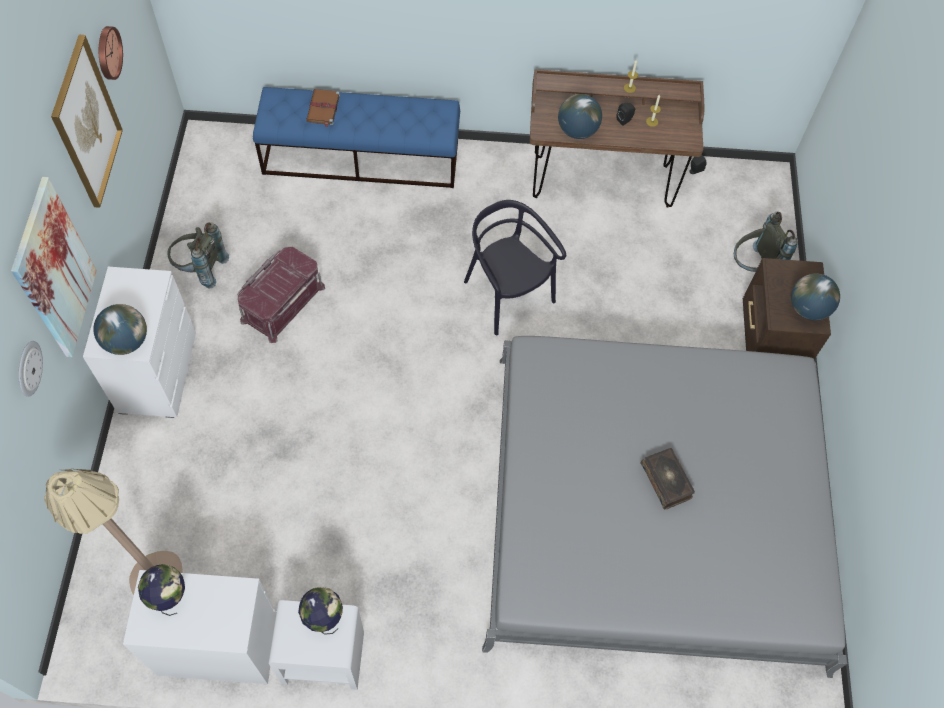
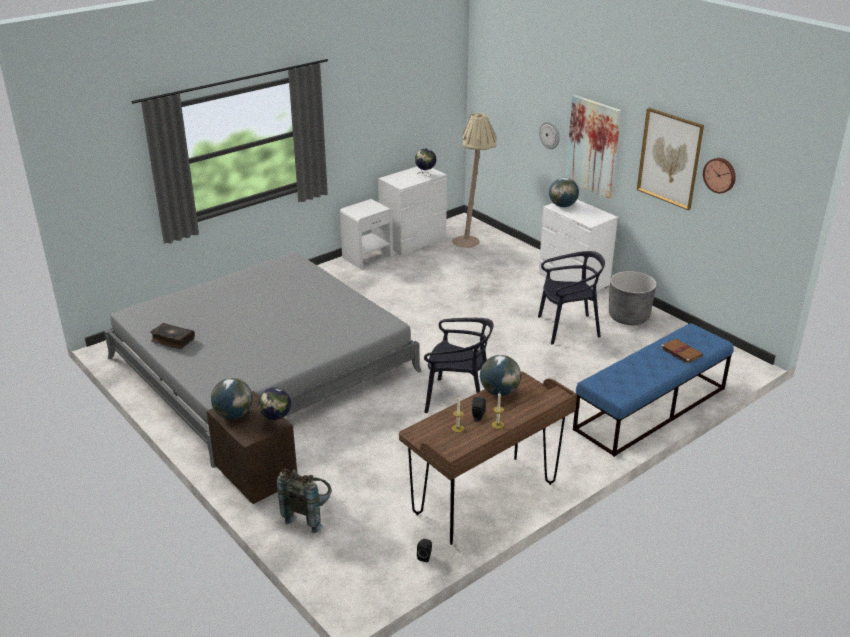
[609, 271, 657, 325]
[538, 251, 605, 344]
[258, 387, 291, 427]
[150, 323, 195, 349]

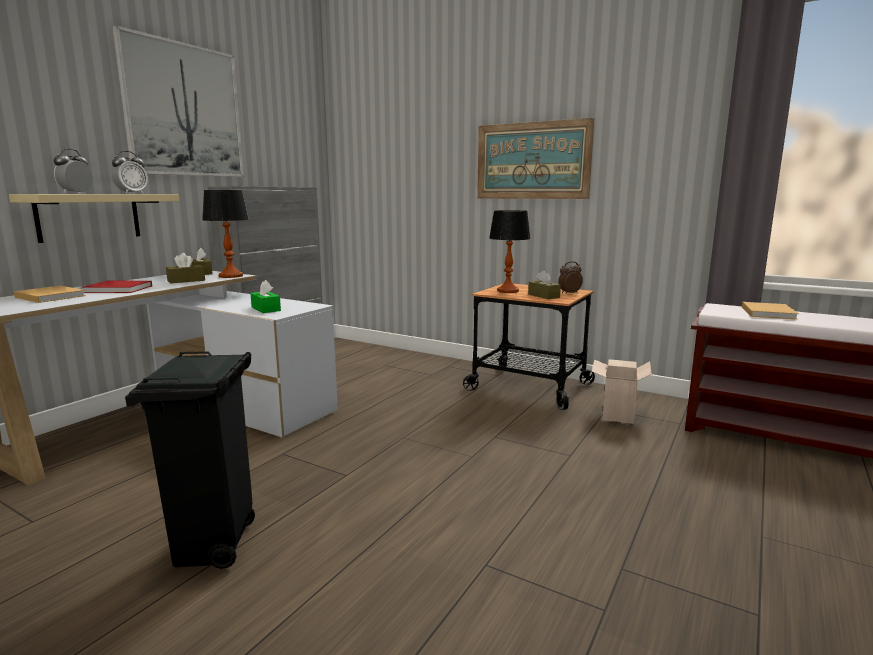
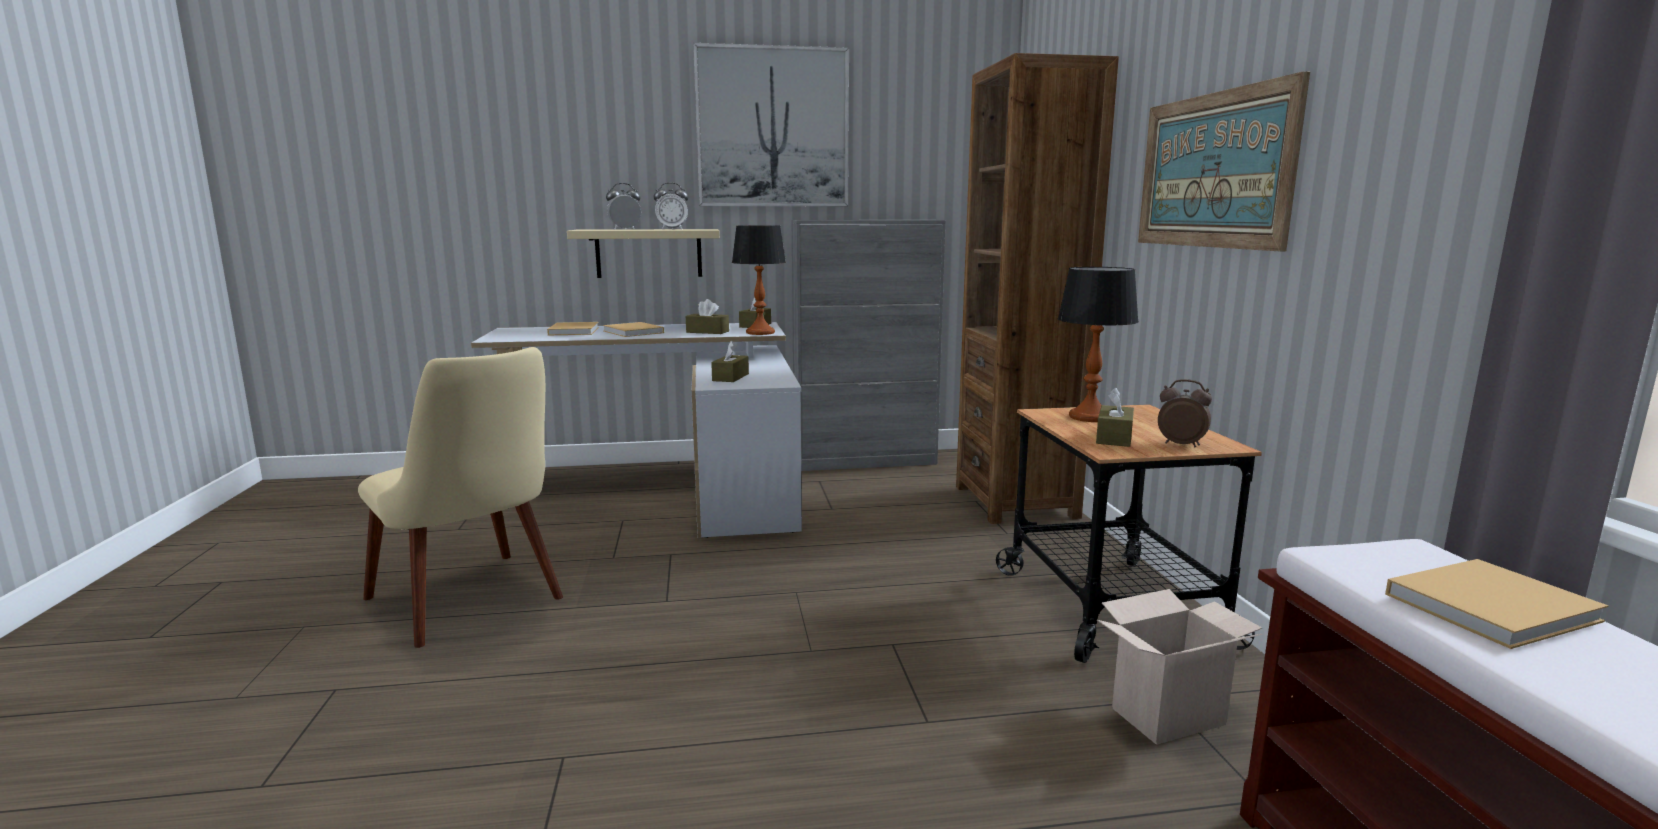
[603, 322, 664, 337]
[358, 347, 563, 648]
[711, 341, 749, 382]
[956, 53, 1119, 524]

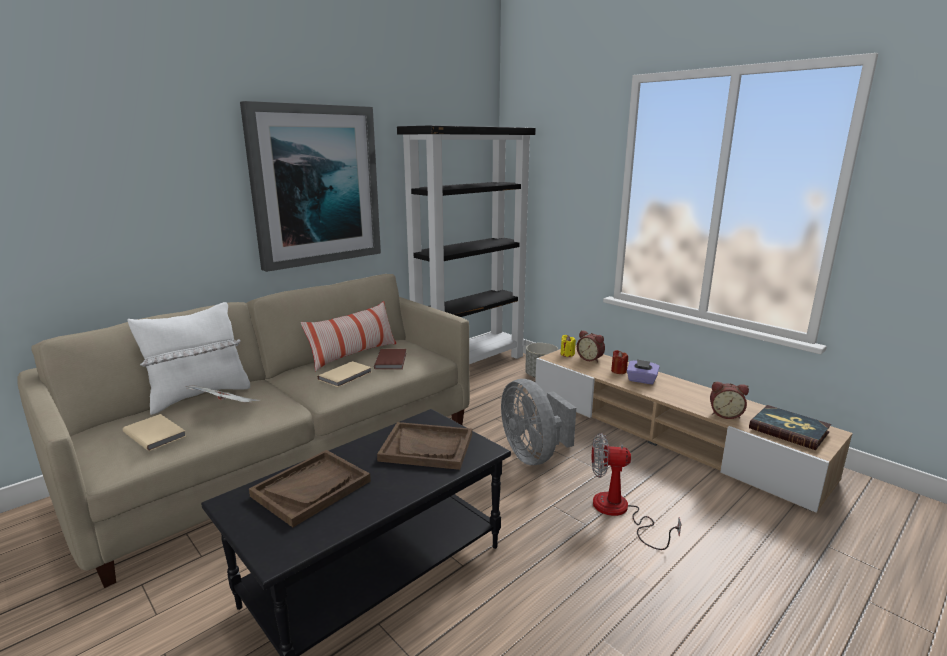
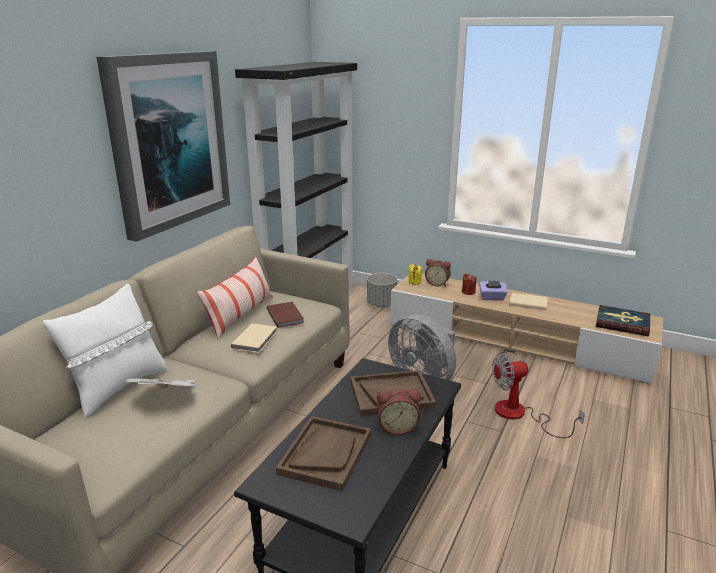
[509, 293, 548, 310]
[377, 389, 421, 435]

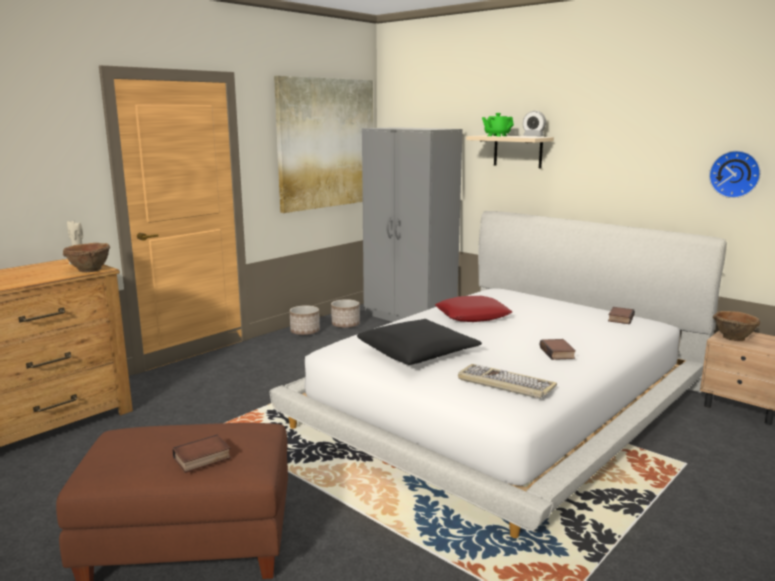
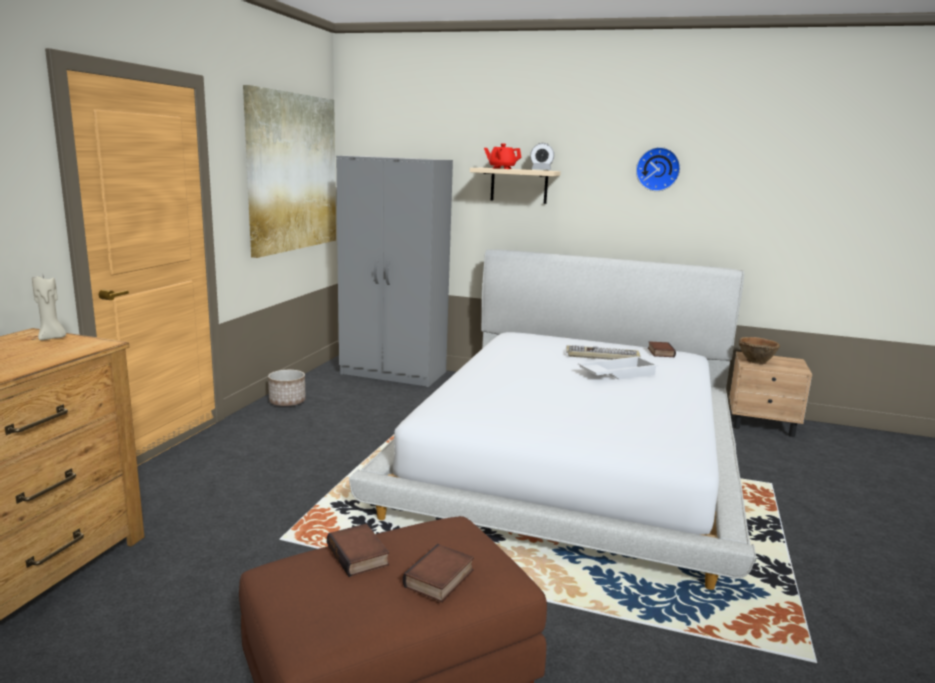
[63, 243, 110, 272] (first image)
[331, 299, 360, 328] (first image)
[357, 319, 482, 365] (first image)
[435, 296, 512, 322] (first image)
[566, 345, 641, 360]
[484, 143, 522, 169]
[327, 524, 389, 577]
[636, 147, 680, 191]
[578, 357, 658, 380]

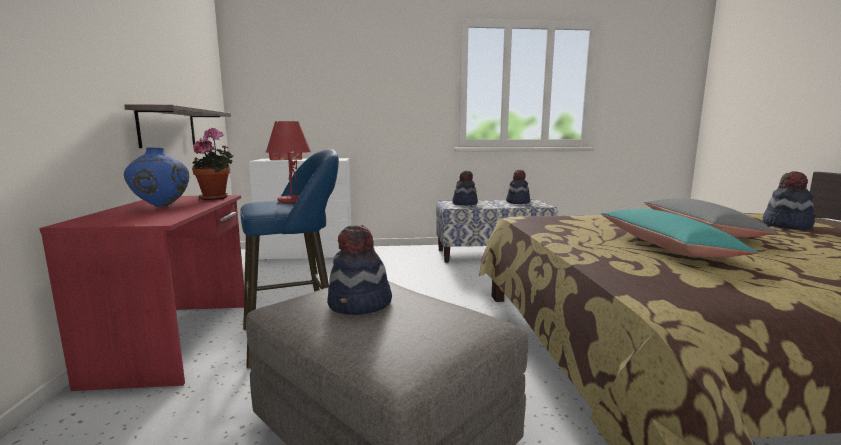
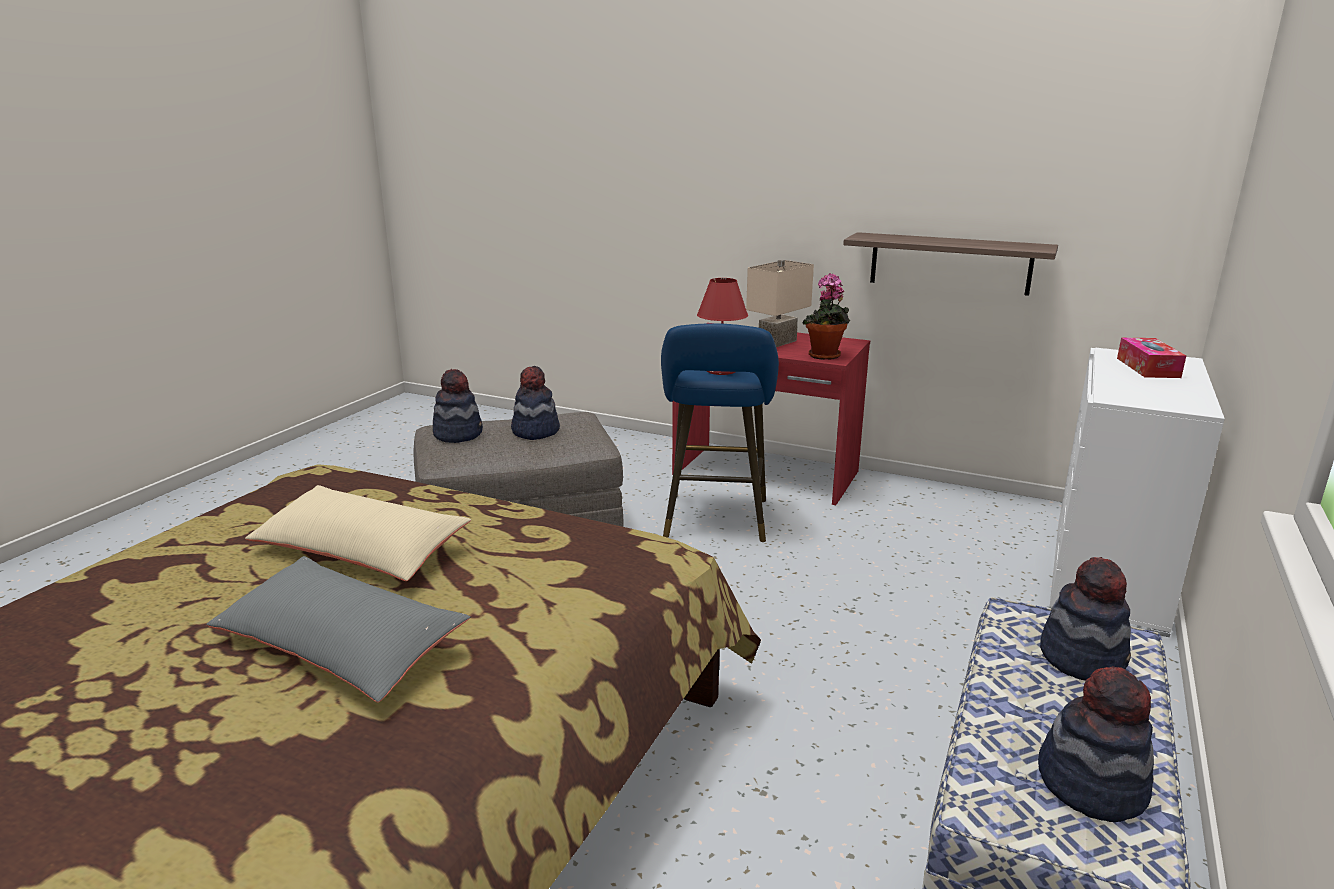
[746, 260, 814, 347]
[245, 485, 471, 581]
[433, 369, 483, 443]

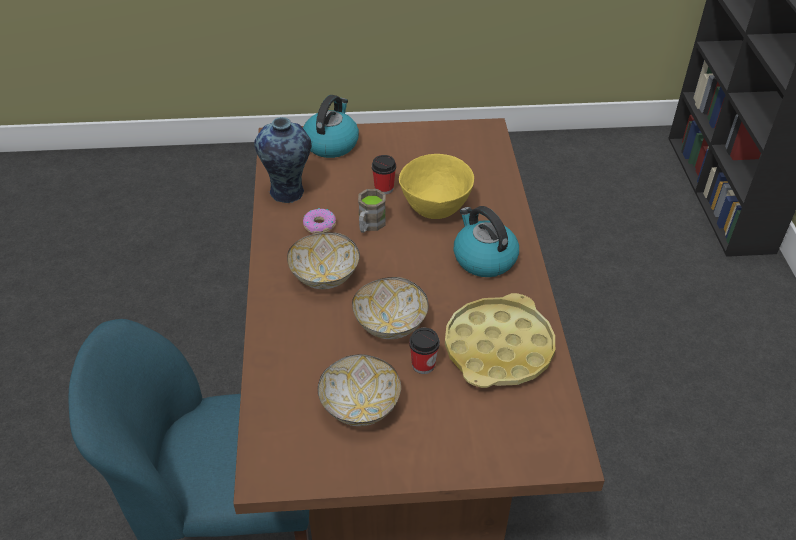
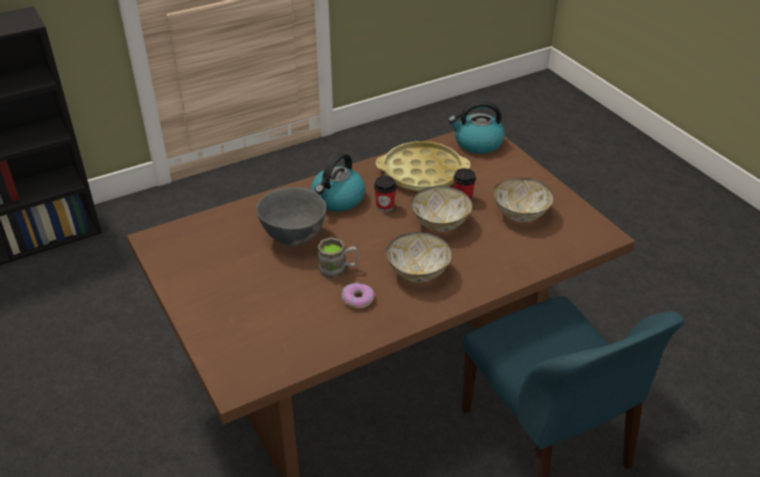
[254, 117, 312, 203] (first image)
[448, 101, 505, 154]
[374, 176, 397, 212]
[256, 187, 326, 246]

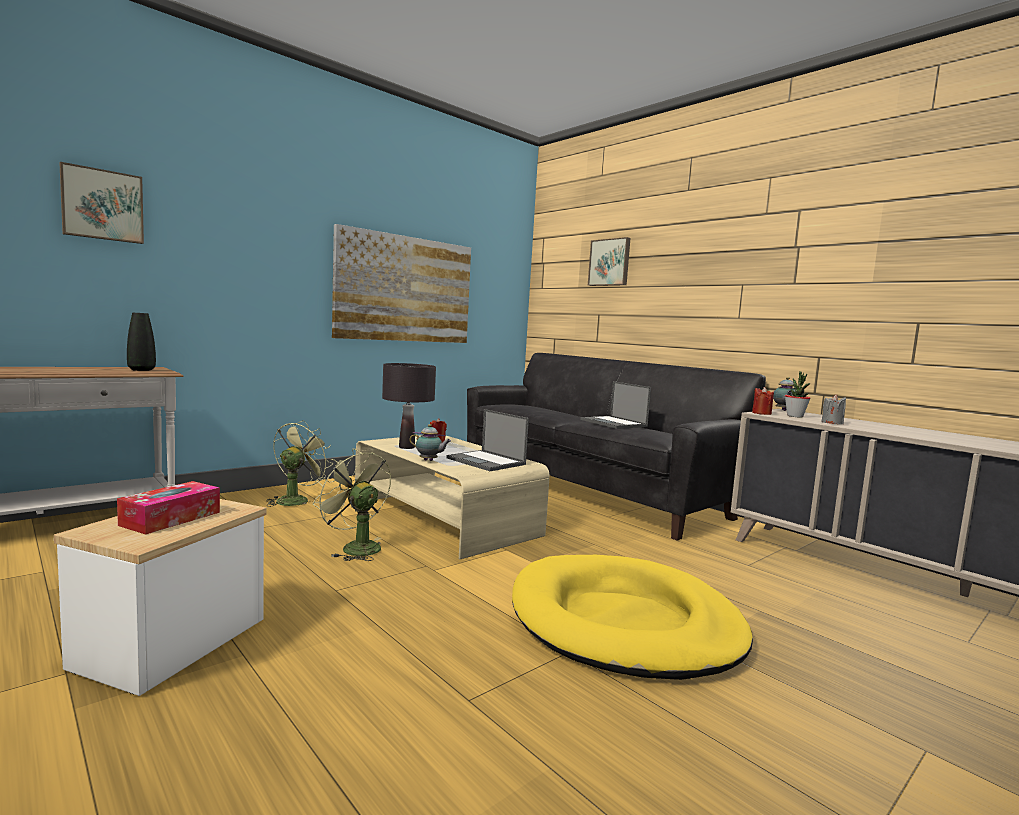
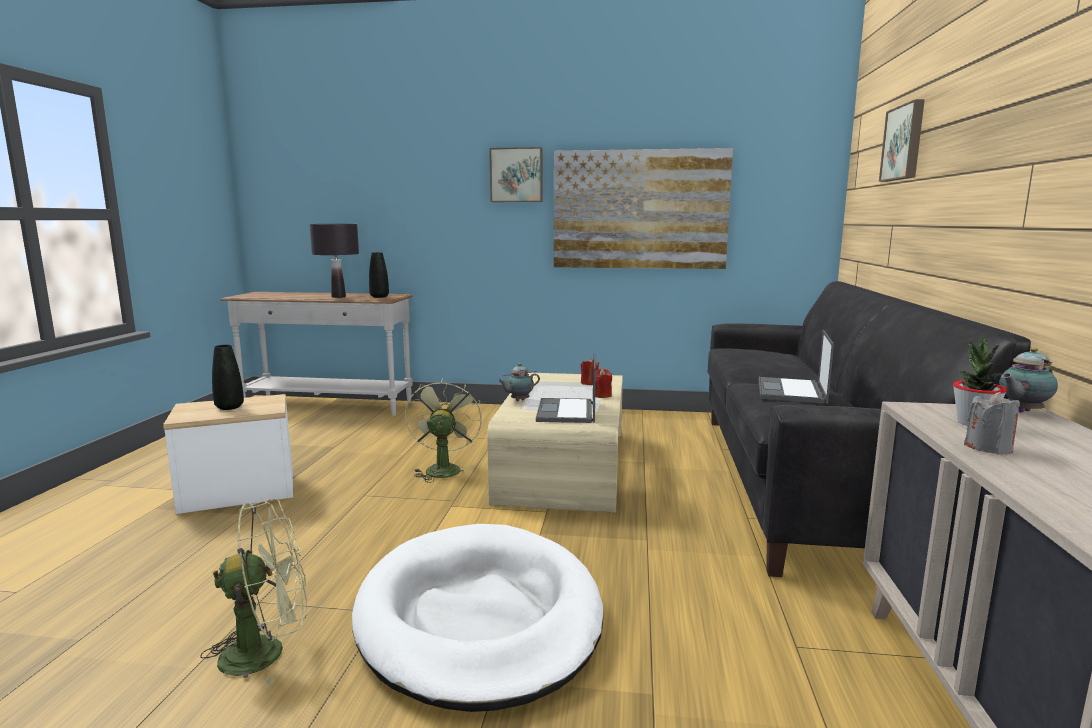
[489, 147, 543, 202]
[212, 345, 244, 410]
[200, 499, 307, 687]
[309, 224, 359, 298]
[498, 363, 540, 401]
[352, 524, 604, 712]
[595, 368, 612, 398]

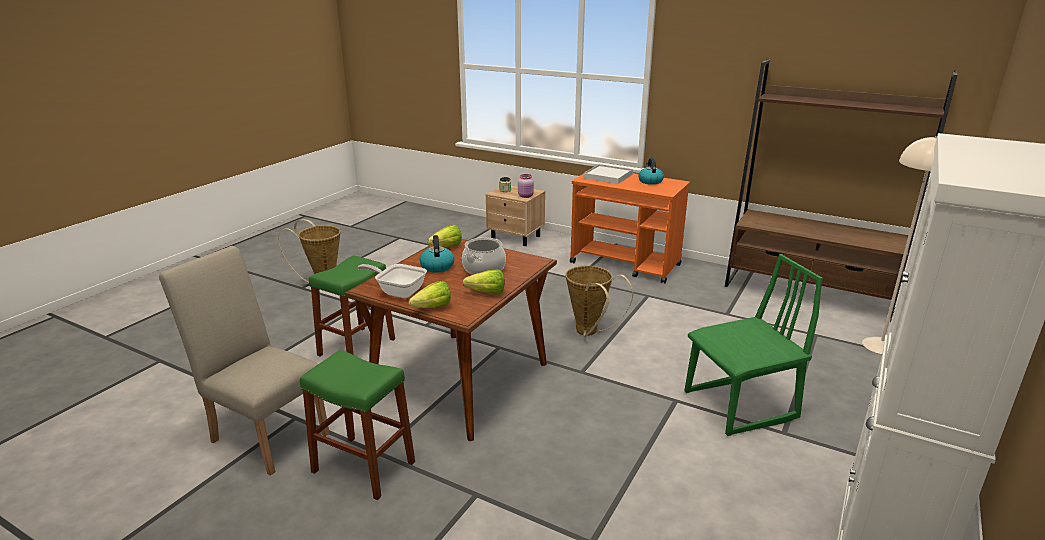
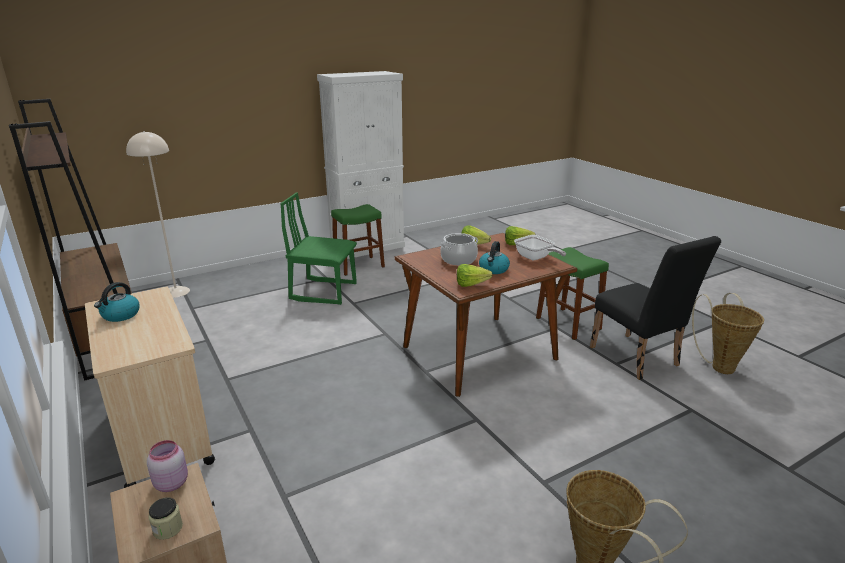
[590, 236, 721, 380]
[331, 204, 385, 276]
[692, 293, 764, 374]
[85, 286, 215, 488]
[584, 164, 633, 184] (first image)

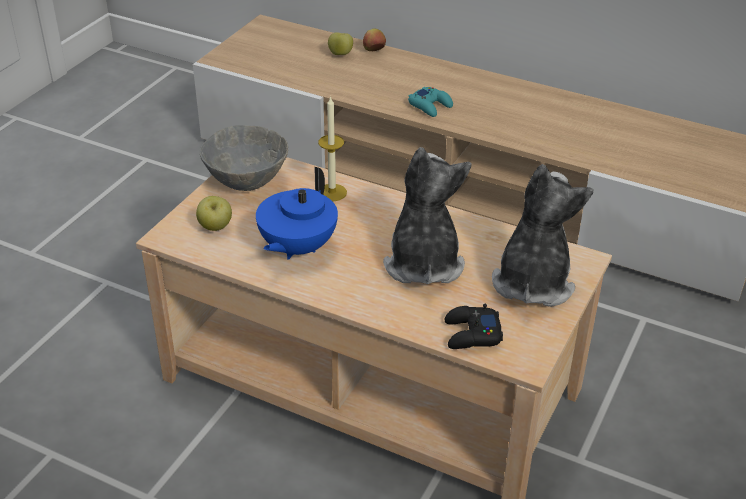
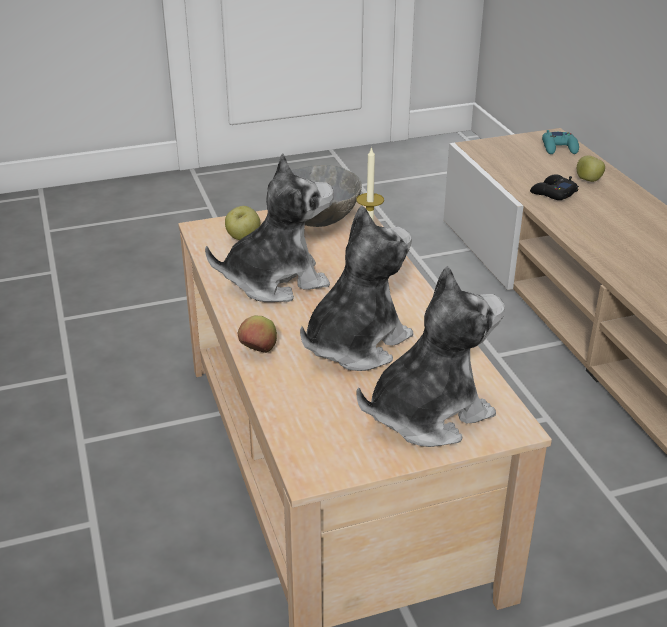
[205, 153, 334, 302]
[237, 315, 277, 353]
[542, 130, 579, 154]
[530, 174, 579, 200]

